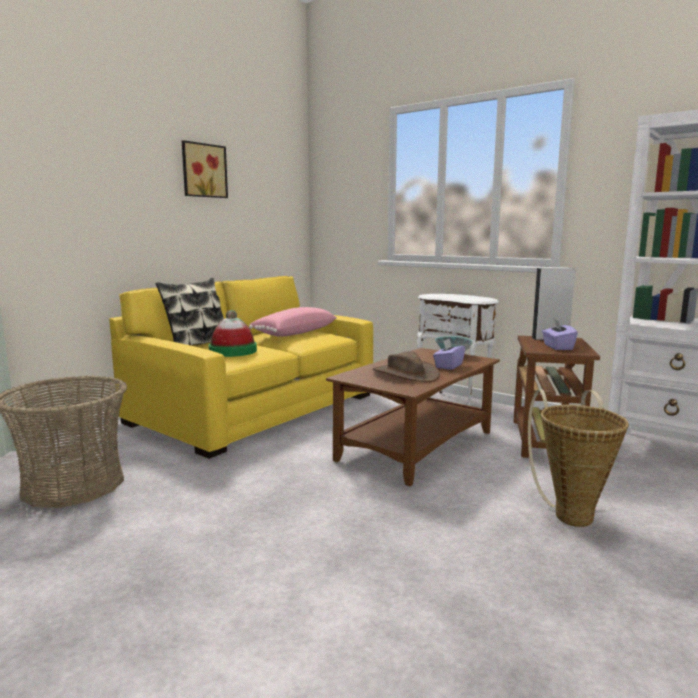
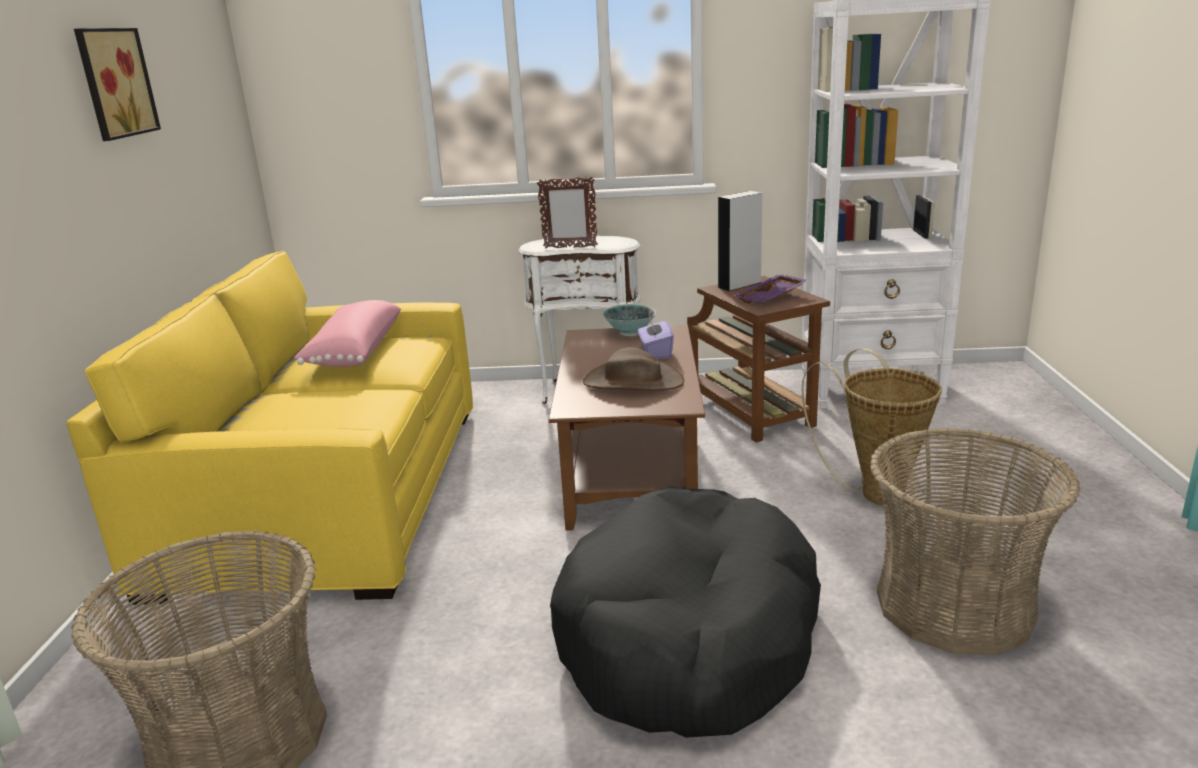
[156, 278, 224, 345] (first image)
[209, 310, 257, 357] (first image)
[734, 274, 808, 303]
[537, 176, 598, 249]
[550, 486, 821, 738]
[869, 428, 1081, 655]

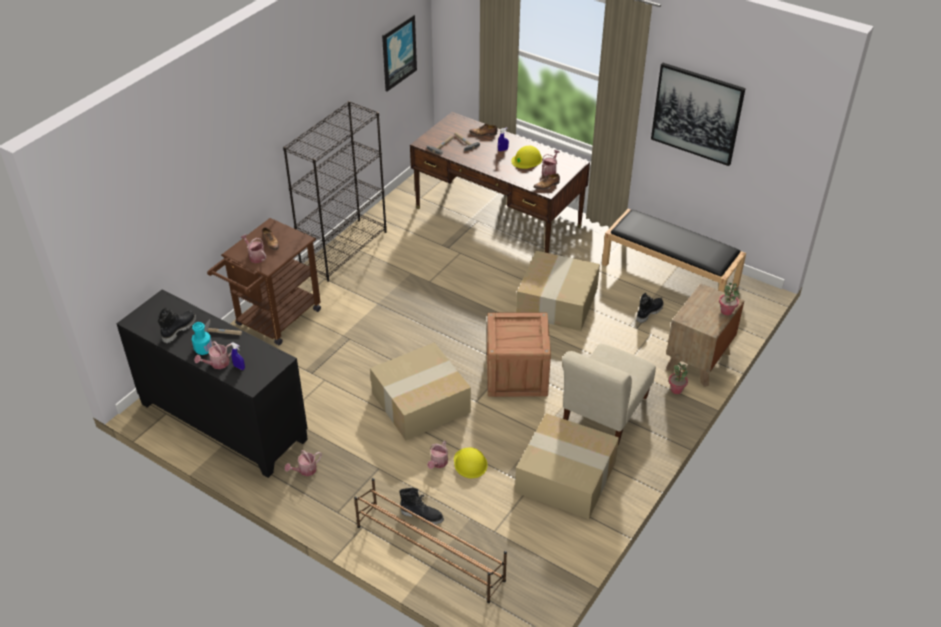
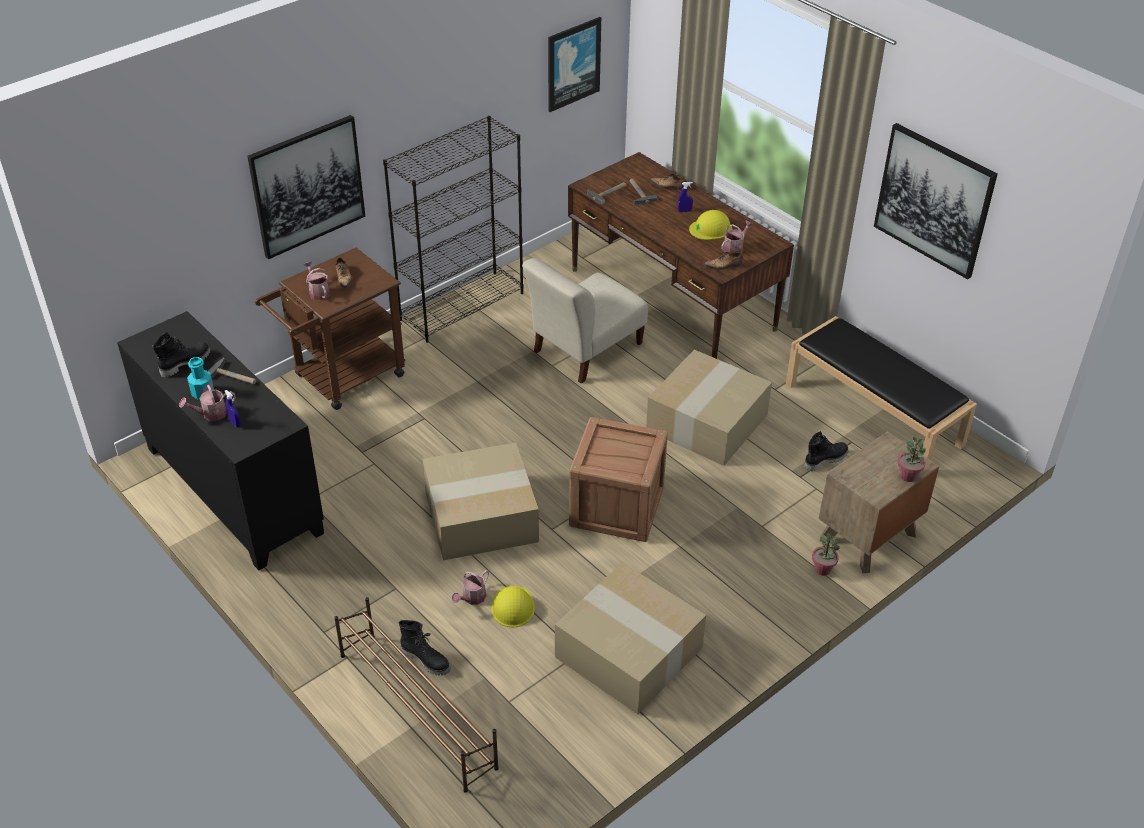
[285, 450, 322, 476] (first image)
[522, 258, 648, 384]
[247, 115, 365, 259]

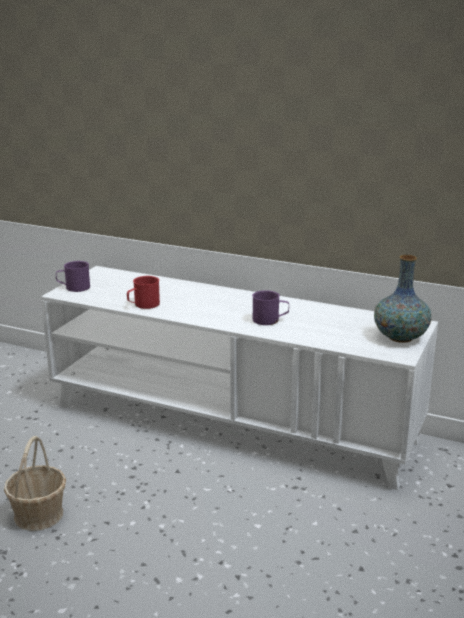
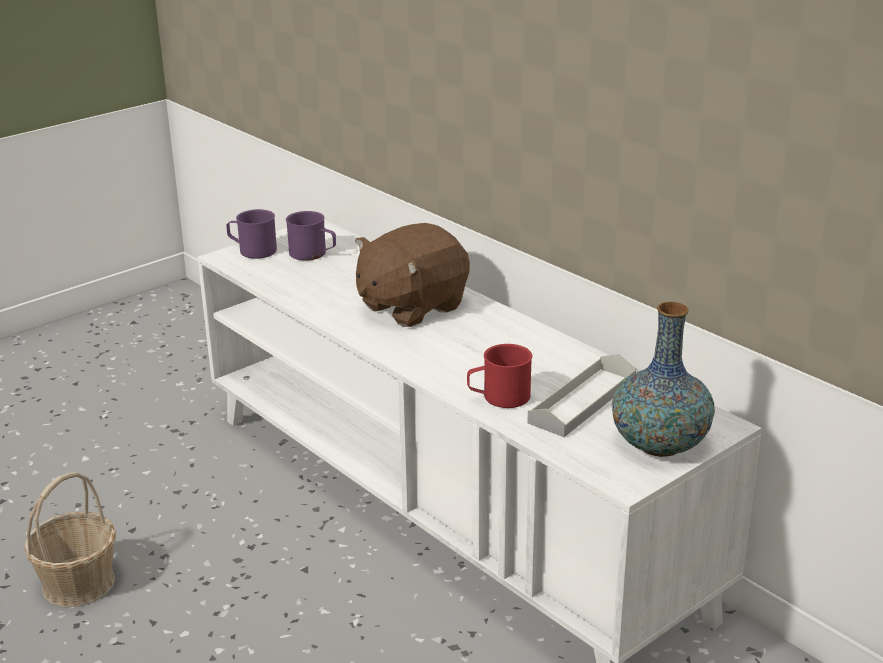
[467, 344, 532, 408]
[286, 211, 336, 261]
[355, 223, 470, 327]
[528, 354, 636, 437]

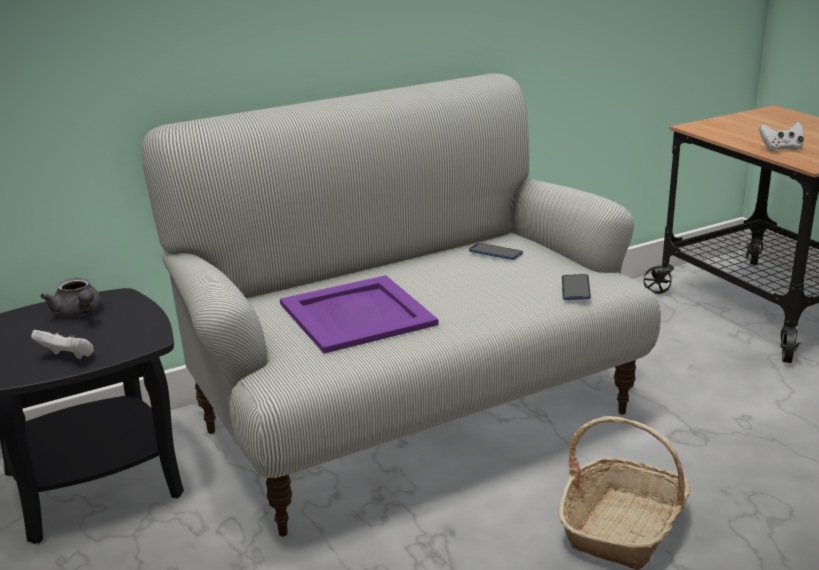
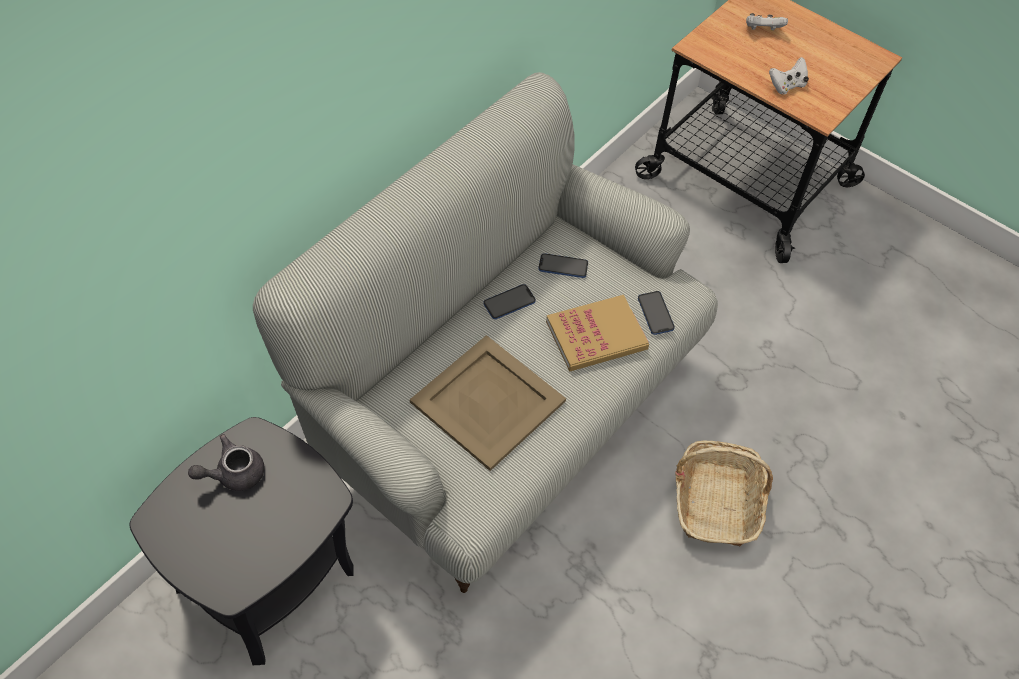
[746, 13, 788, 31]
[188, 434, 264, 491]
[410, 335, 566, 471]
[483, 284, 536, 319]
[546, 295, 649, 371]

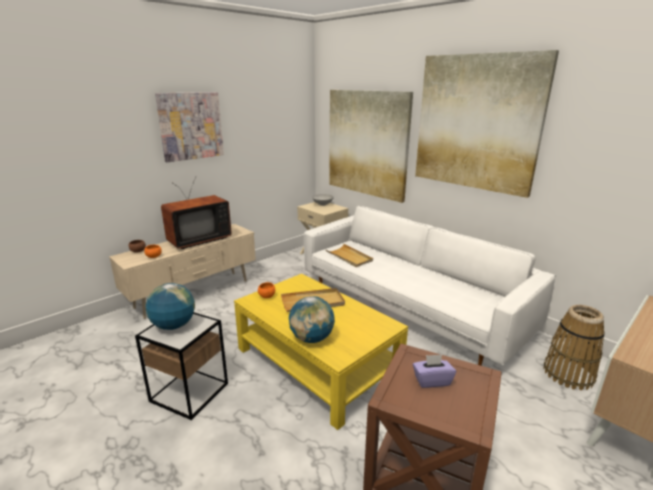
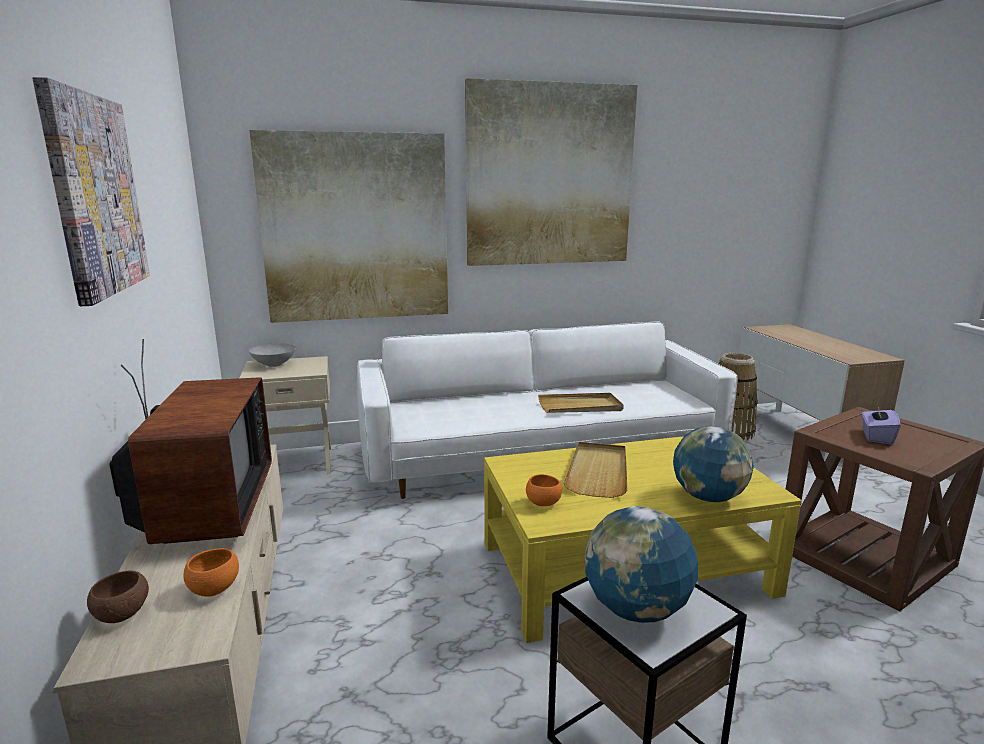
[538, 393, 624, 413]

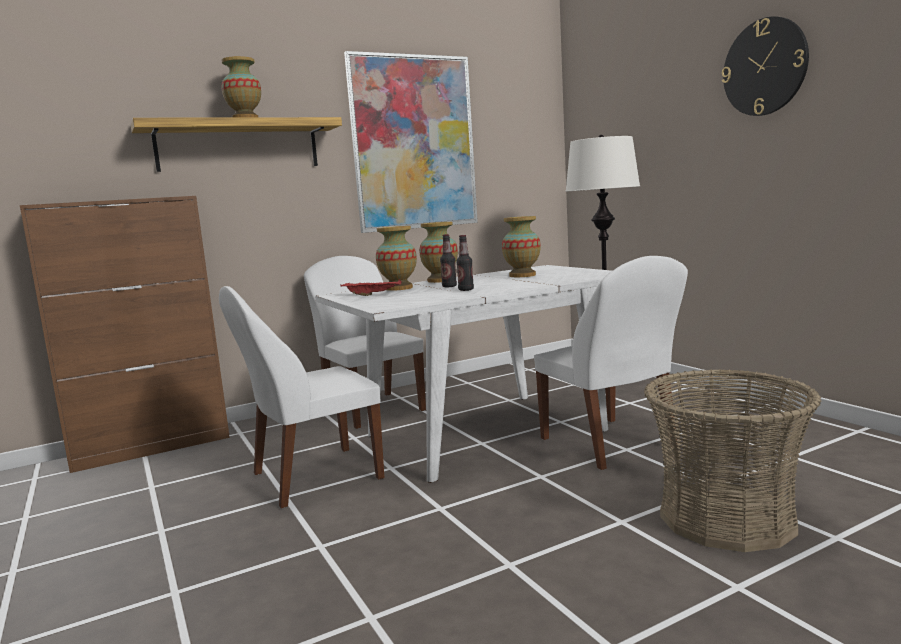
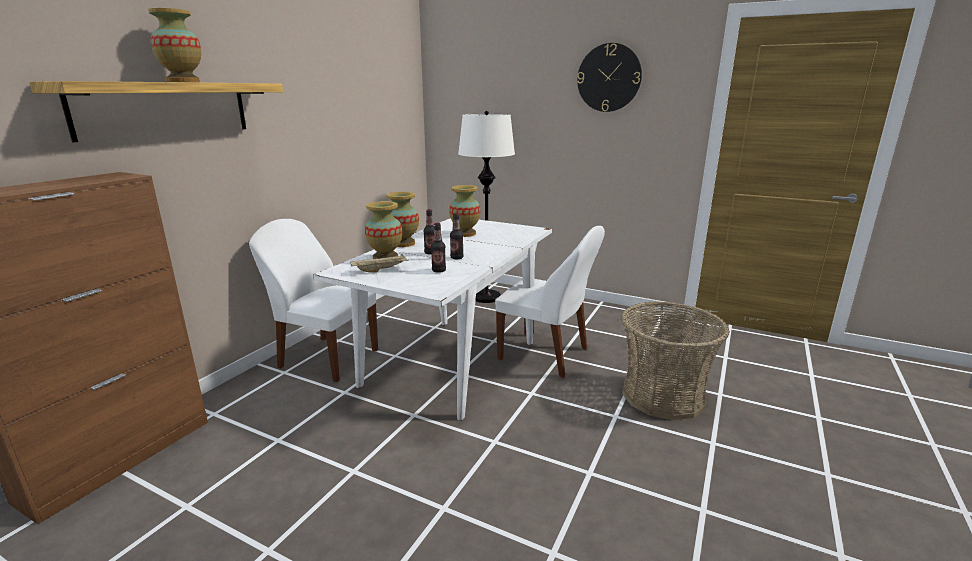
[219, 286, 384, 508] (first image)
[350, 254, 409, 273]
[344, 51, 478, 233] (first image)
[431, 223, 446, 273]

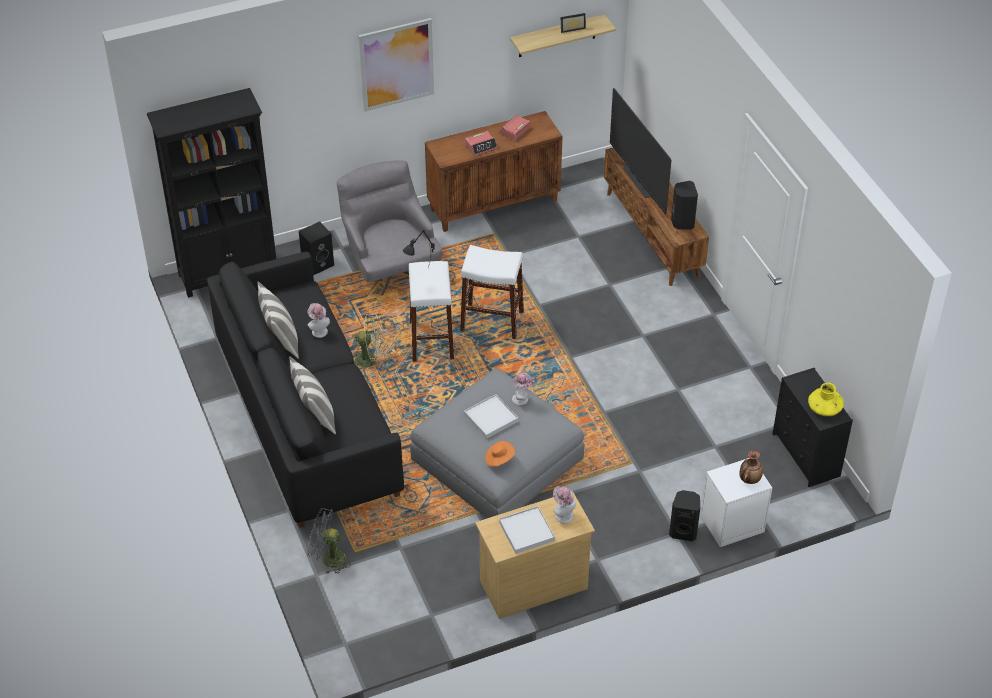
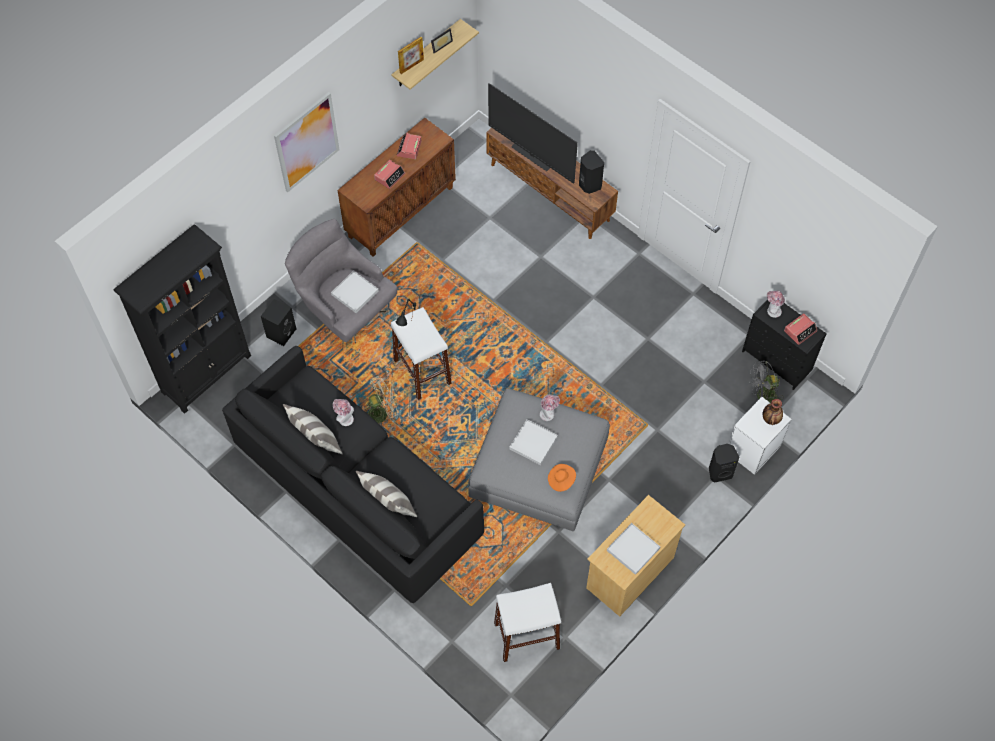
[749, 361, 782, 403]
[494, 583, 561, 662]
[767, 291, 785, 318]
[784, 313, 817, 345]
[331, 271, 379, 313]
[398, 37, 424, 74]

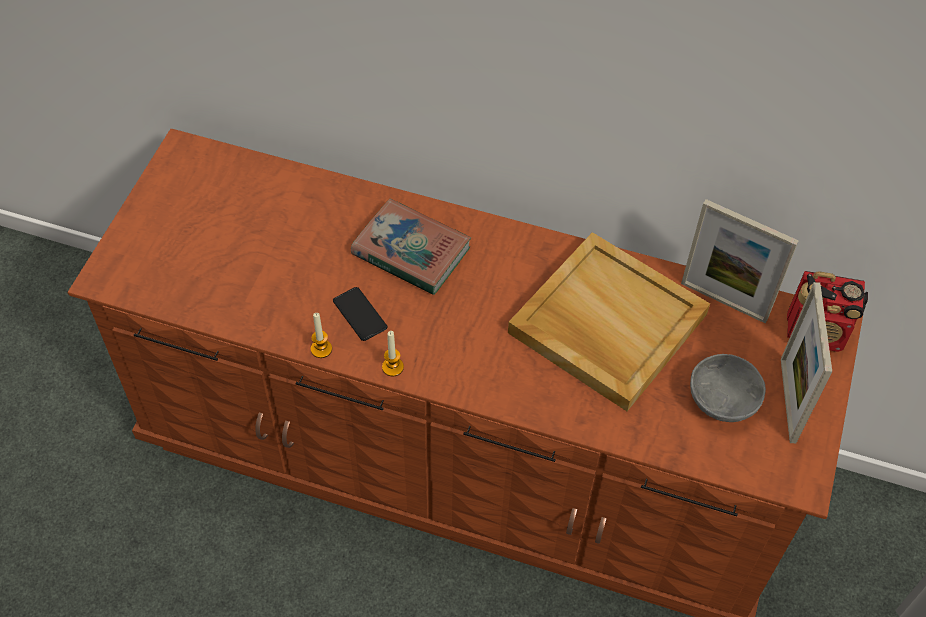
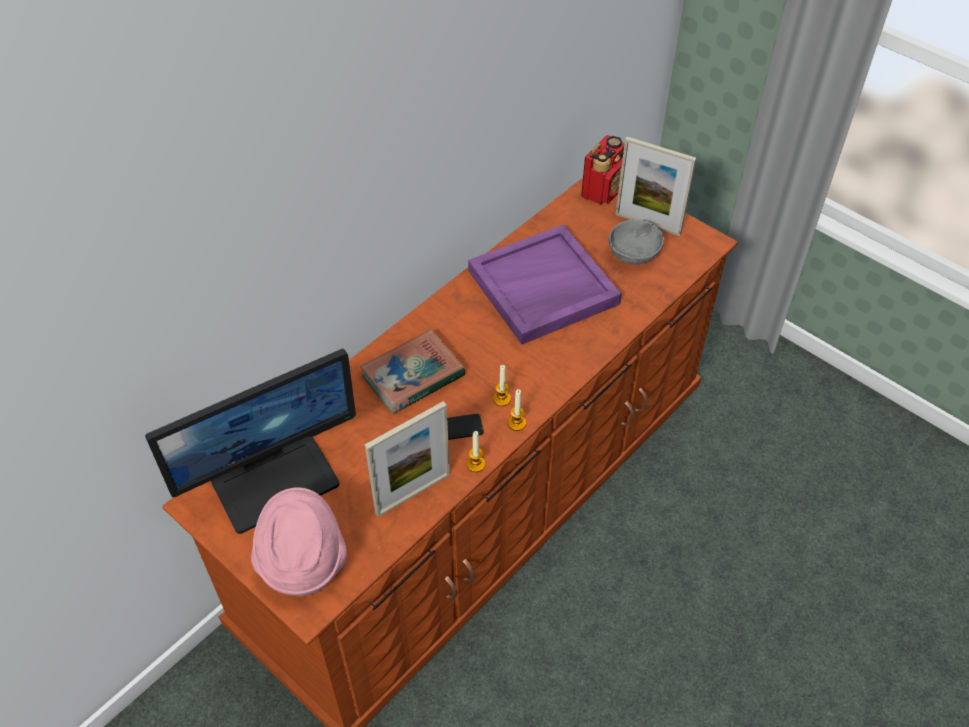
[468, 224, 622, 345]
[365, 401, 450, 517]
[145, 349, 356, 534]
[251, 487, 347, 596]
[493, 365, 511, 406]

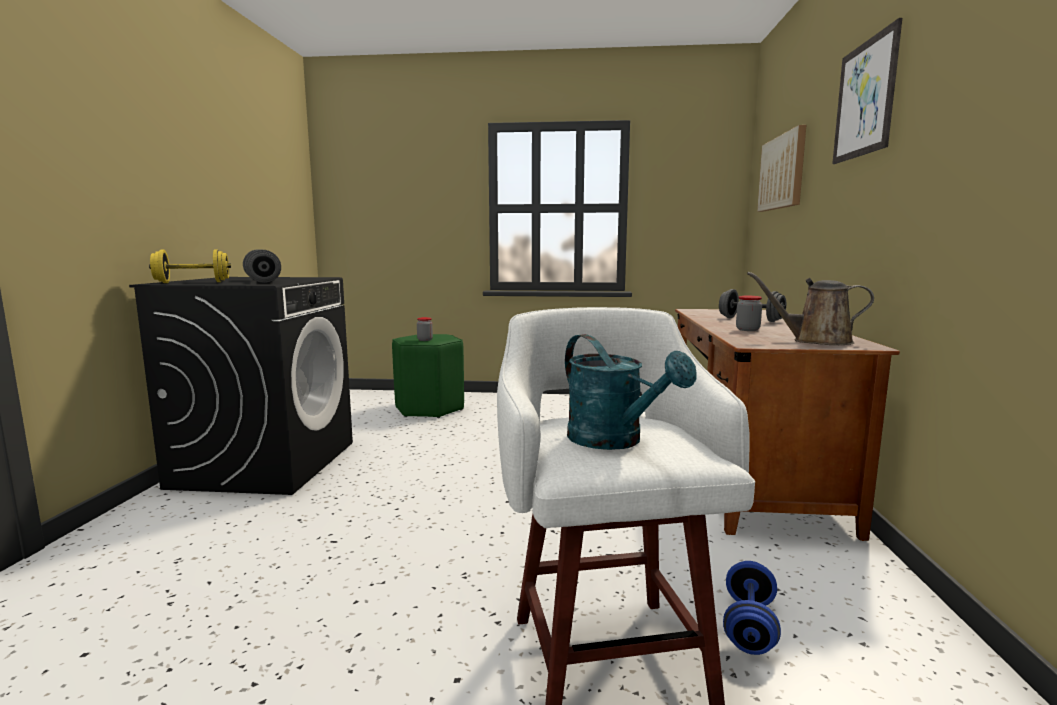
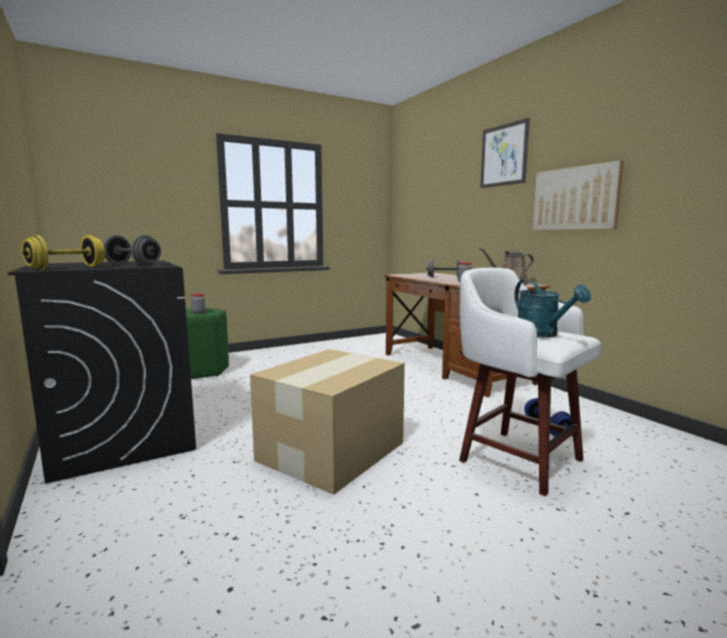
[515, 279, 591, 338]
[532, 160, 624, 230]
[250, 349, 405, 495]

